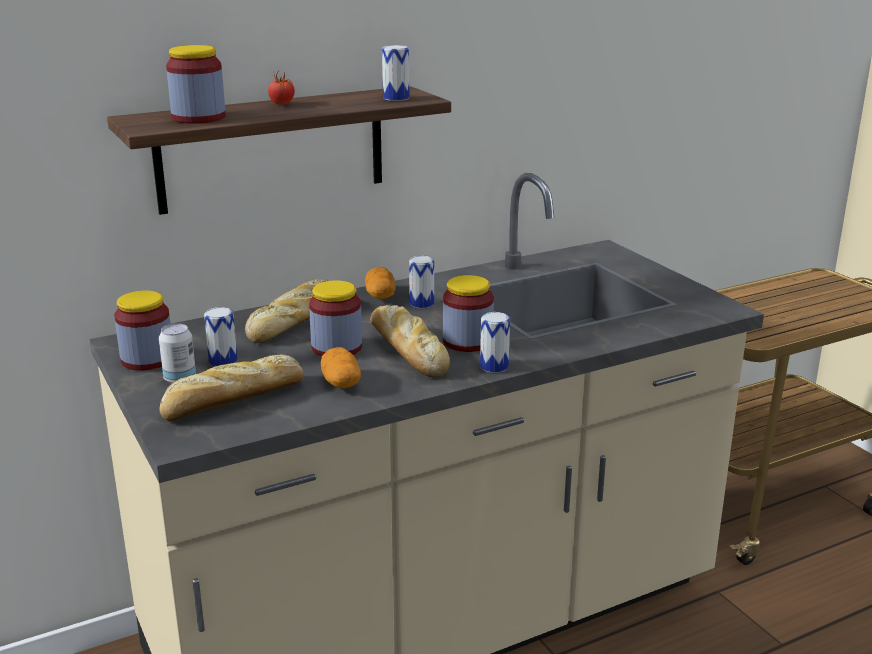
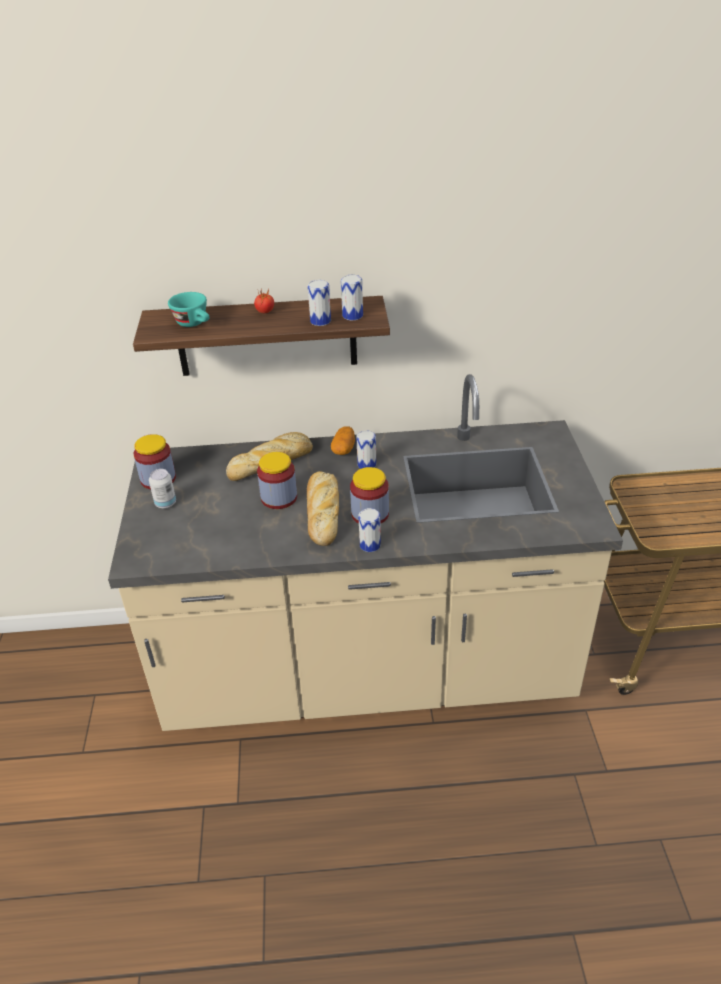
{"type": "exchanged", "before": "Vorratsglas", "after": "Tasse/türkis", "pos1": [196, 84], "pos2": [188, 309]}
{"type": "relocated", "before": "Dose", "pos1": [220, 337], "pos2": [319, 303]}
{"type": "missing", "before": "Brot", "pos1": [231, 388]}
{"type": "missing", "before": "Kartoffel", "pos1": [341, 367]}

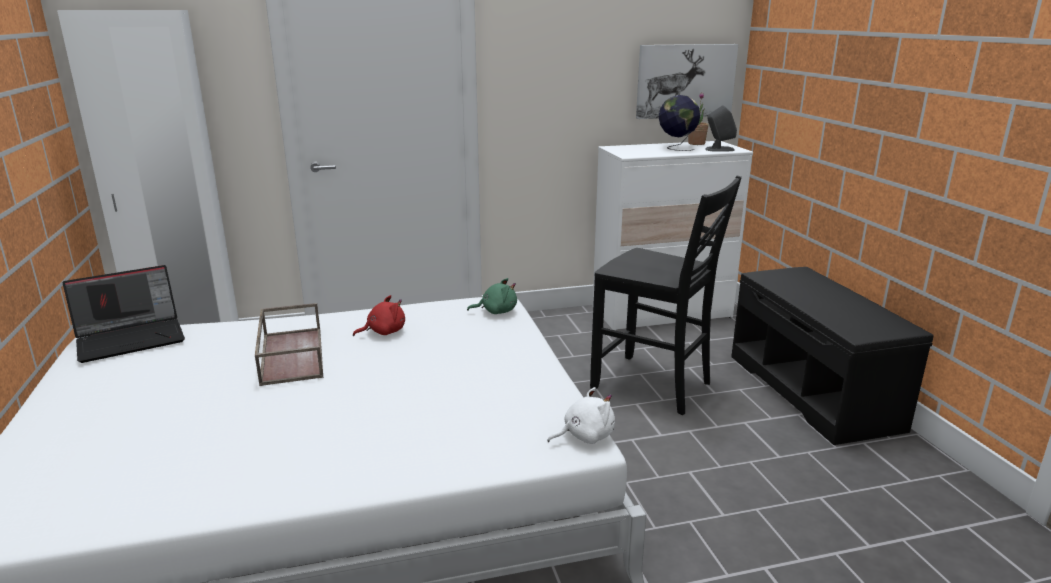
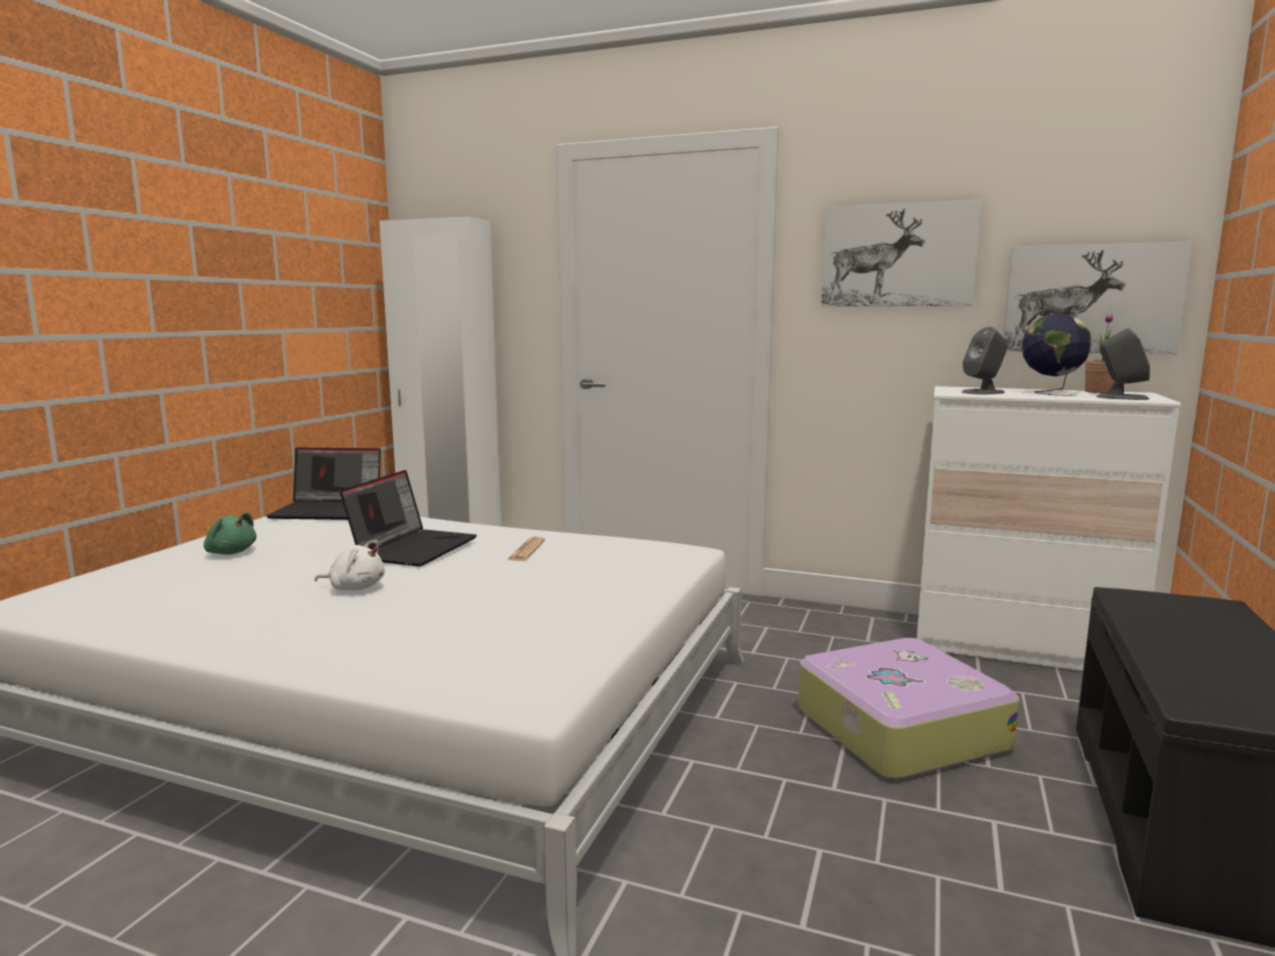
{"type": "relocated", "before": "Plüschtier/grün", "pos1": [492, 296], "pos2": [230, 533]}
{"type": "relocated", "before": "Plüschtier/weiß", "pos1": [581, 415], "pos2": [350, 565]}
{"type": "exchanged", "before": "Tablett/braun", "after": "Laptop", "pos1": [289, 344], "pos2": [408, 518]}
{"type": "exchanged", "before": "Plüschtier/rot", "after": "Zeitung", "pos1": [379, 315], "pos2": [526, 549]}
{"type": "exchanged", "before": "Stuhl/schwarz", "after": "Koffer", "pos1": [666, 295], "pos2": [908, 709]}
{"type": "appeared", "after": "Bild", "pos2": [901, 253]}
{"type": "appeared", "after": "Lautsprecher/grau", "pos2": [985, 361]}

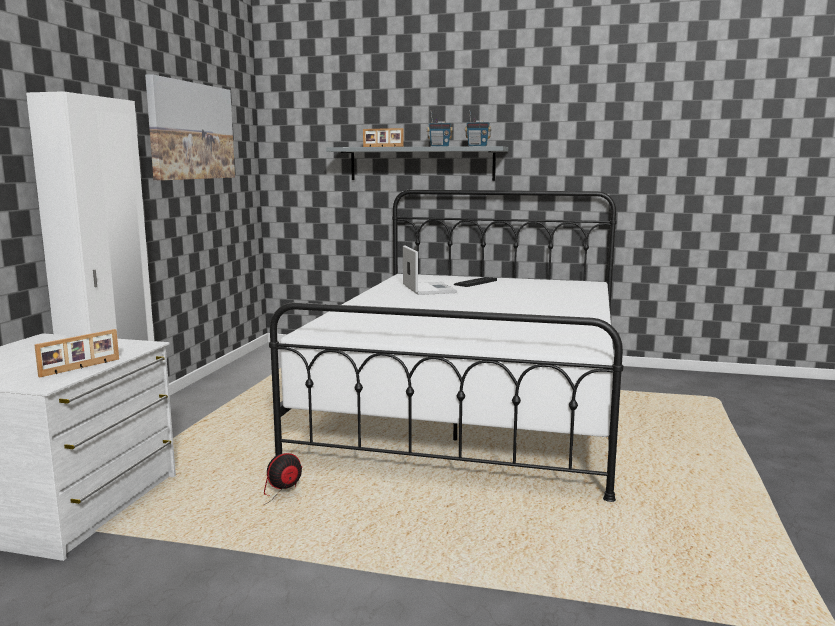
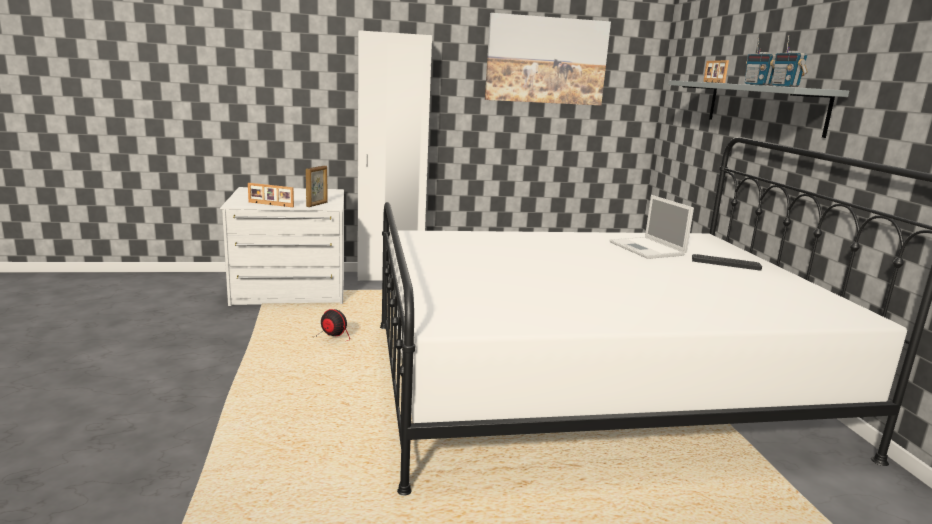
{"type": "appeared", "after": "Bilderrahmen", "pos2": [317, 186]}
{"type": "spun", "before": "Laptop", "pos1": [430, 270], "pos2": [652, 227], "turn": 105}

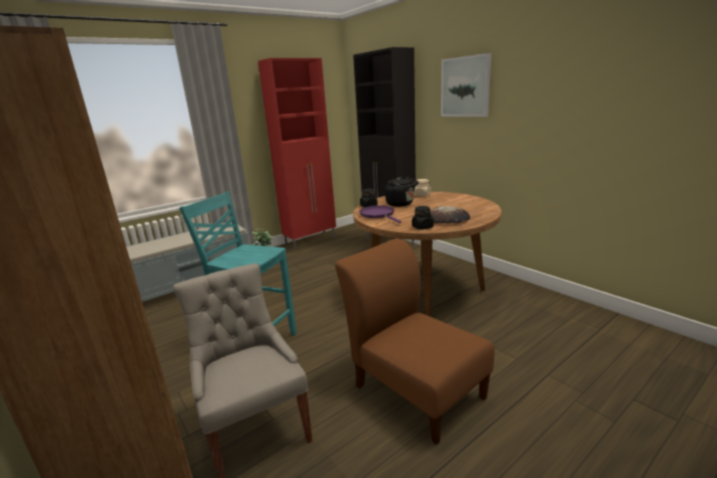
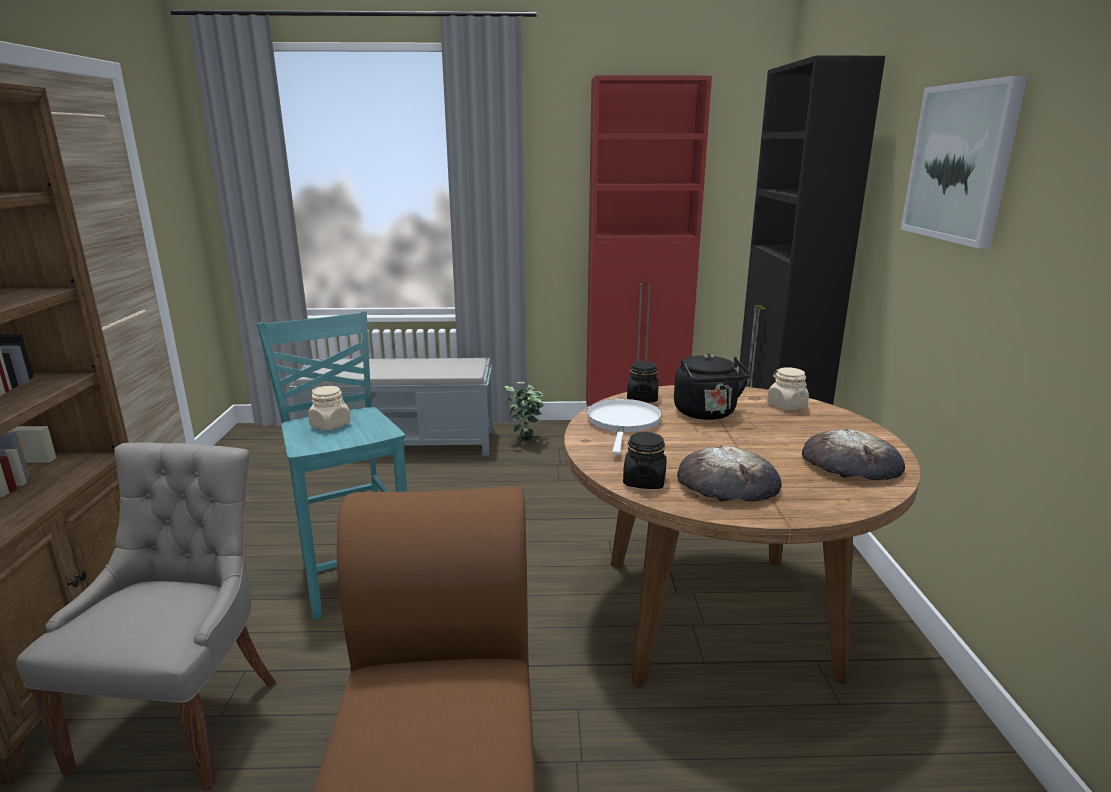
{"type": "appeared", "after": "Vorratsglas/beige", "pos2": [329, 408]}
{"type": "colour", "before": "Pfanne/lila", "after": "Pfanne/weiß", "pos1": [381, 214], "pos2": [624, 427]}
{"type": "appeared", "after": "Brot", "pos2": [853, 454]}

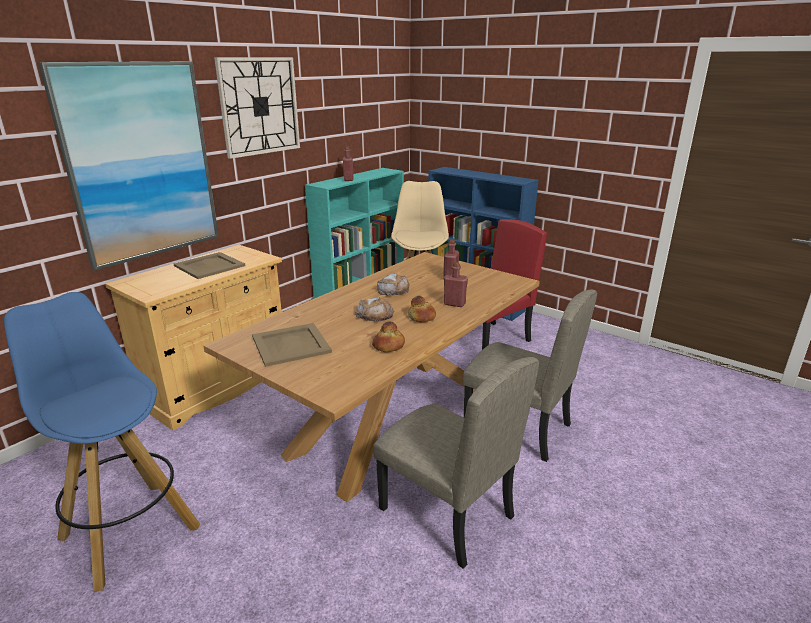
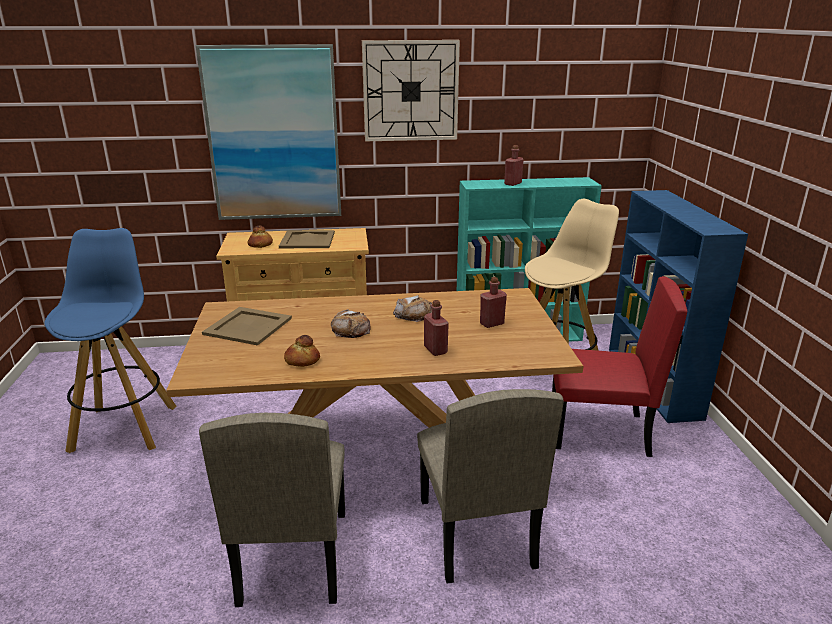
{"type": "relocated", "before": "Brot", "pos1": [422, 309], "pos2": [260, 236]}

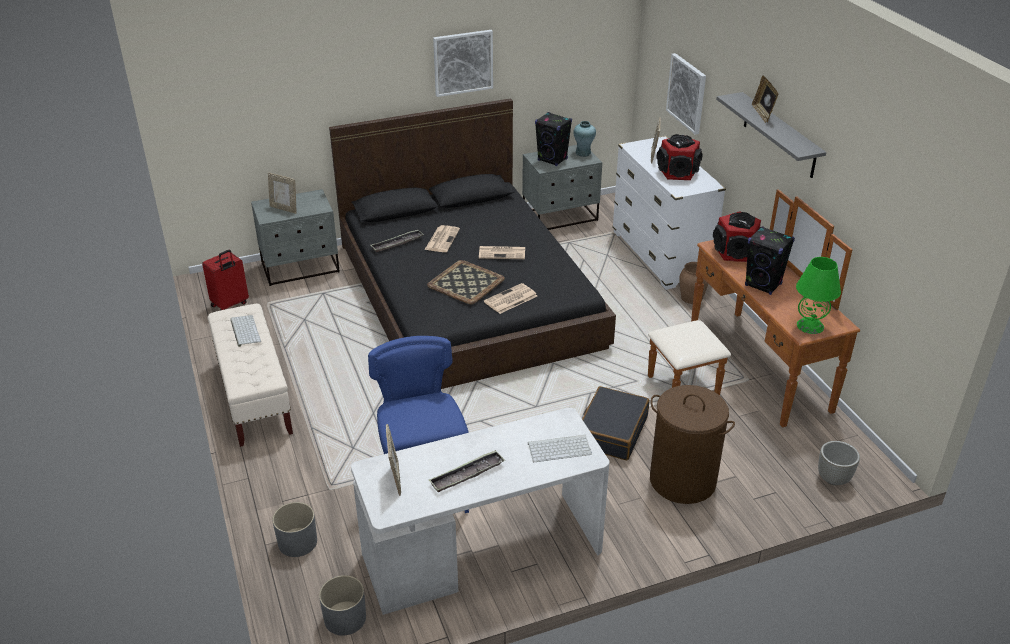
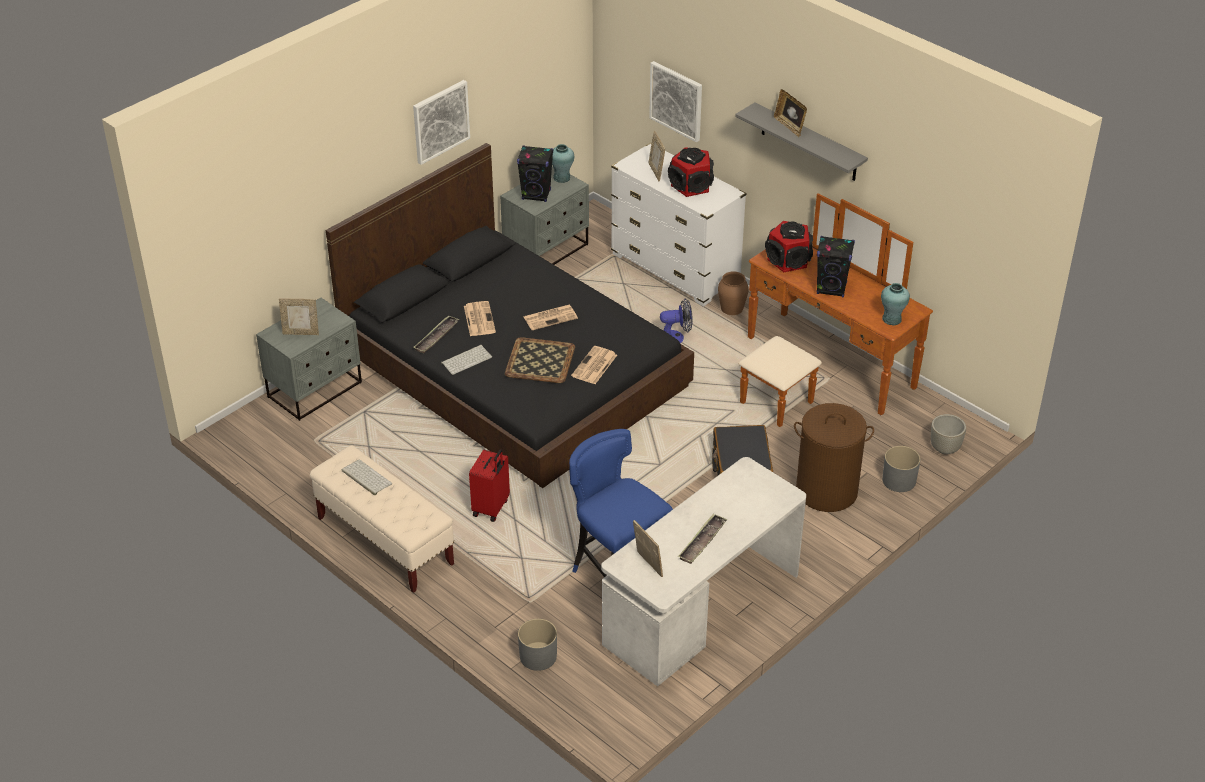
{"type": "relocated", "before": "Tastatur", "pos1": [560, 448], "pos2": [466, 360]}
{"type": "relocated", "before": "Koffer/rot", "pos1": [225, 280], "pos2": [489, 485]}
{"type": "appeared", "after": "Ventilator", "pos2": [676, 320]}
{"type": "exchanged", "before": "Tischlampe/grün", "after": "Vase/türkis", "pos1": [818, 295], "pos2": [895, 304]}
{"type": "relocated", "before": "Pflanzkübel/grau", "pos1": [342, 605], "pos2": [901, 469]}

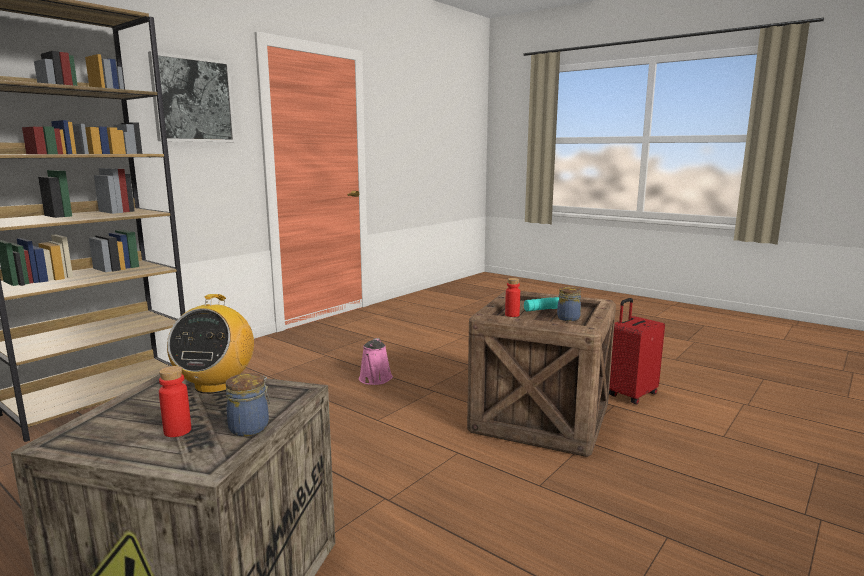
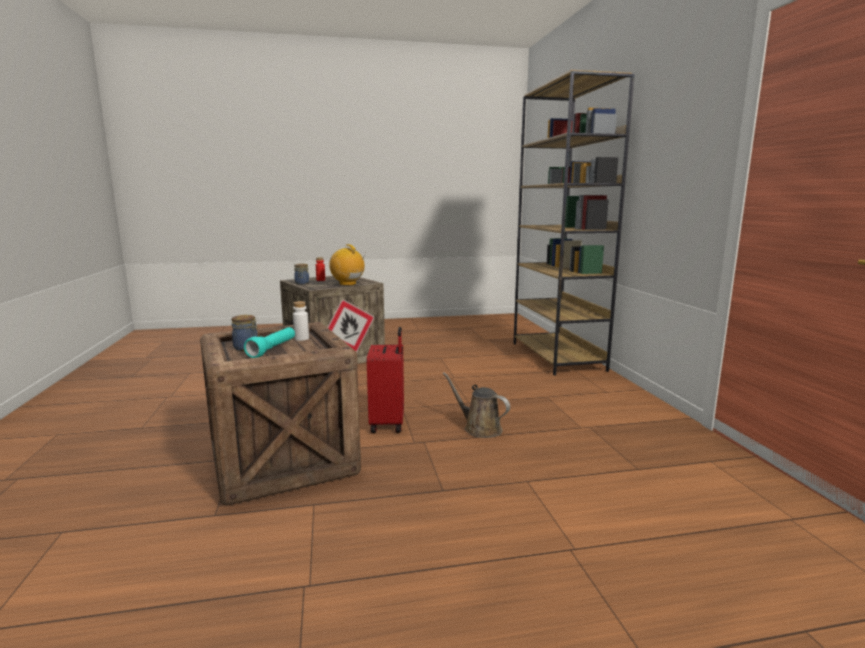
{"type": "colour", "before": "Flasche/rot", "after": "Flasche/weiß", "pos1": [512, 297], "pos2": [301, 321]}
{"type": "relocated", "before": "Koffer/rot", "pos1": [637, 351], "pos2": [385, 380]}
{"type": "colour", "before": "Gießkanne/rosa", "after": "Gießkanne/braun", "pos1": [376, 361], "pos2": [476, 405]}
{"type": "missing", "before": "Bild", "pos1": [192, 96]}

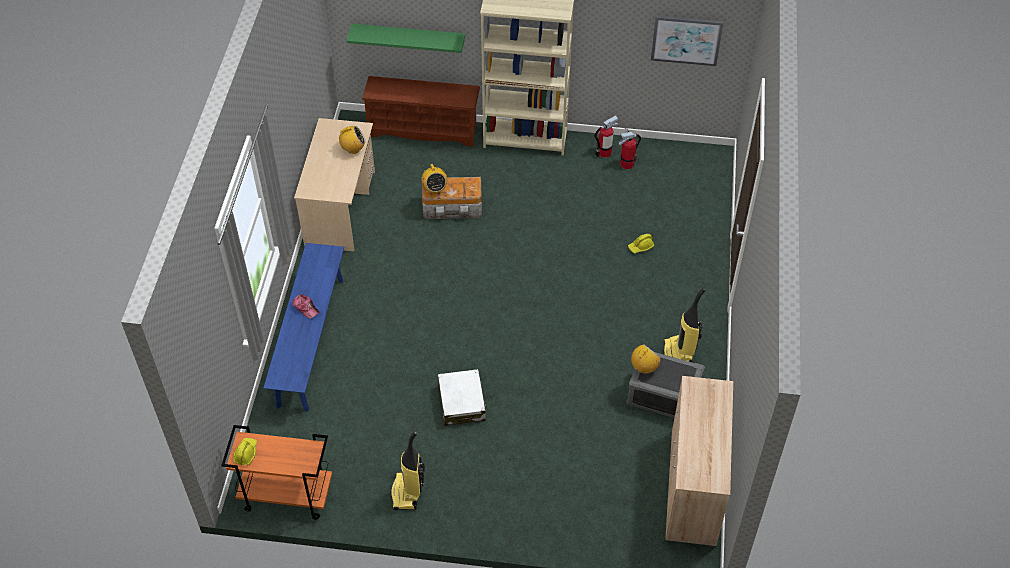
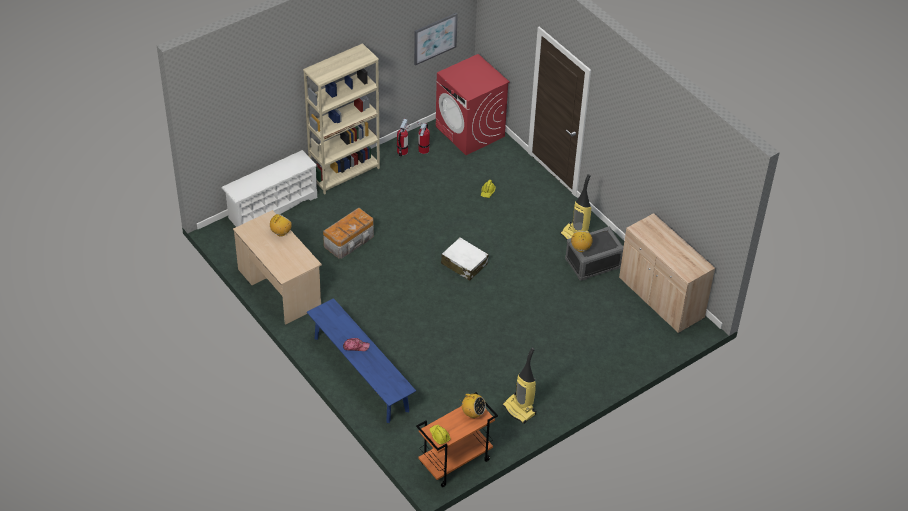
{"type": "colour", "before": "Schuhregal/braun", "after": "Schuhregal/weiß", "pos1": [421, 111], "pos2": [269, 188]}
{"type": "appeared", "after": "Waschmaschine/rot", "pos2": [473, 104]}
{"type": "relocated", "before": "Koffer/weiß", "pos1": [462, 397], "pos2": [465, 259]}
{"type": "relocated", "before": "Radio", "pos1": [434, 179], "pos2": [473, 406]}
{"type": "missing", "before": "Wandregal/grün", "pos1": [405, 38]}

